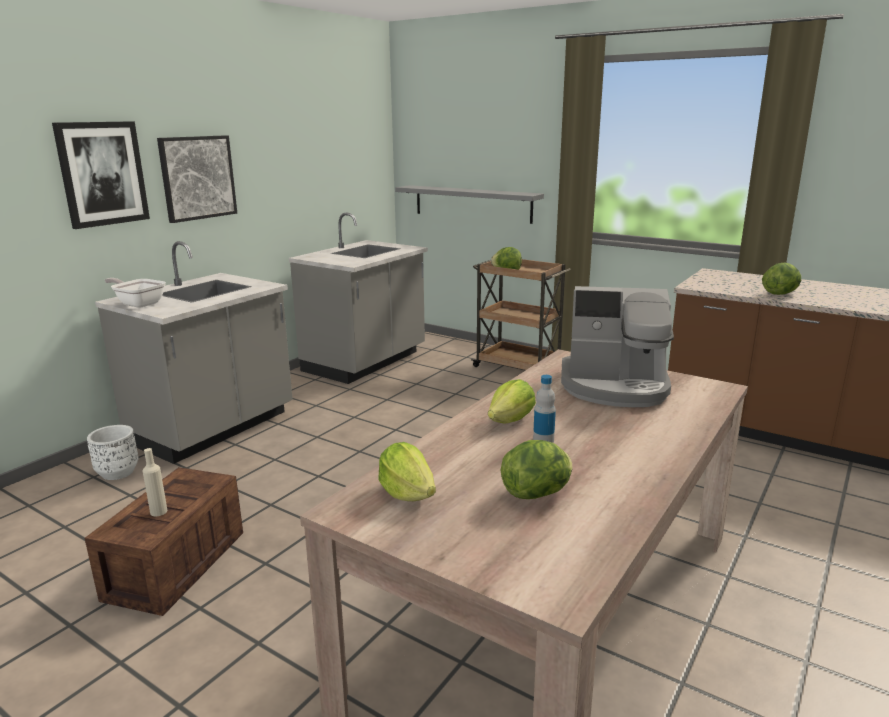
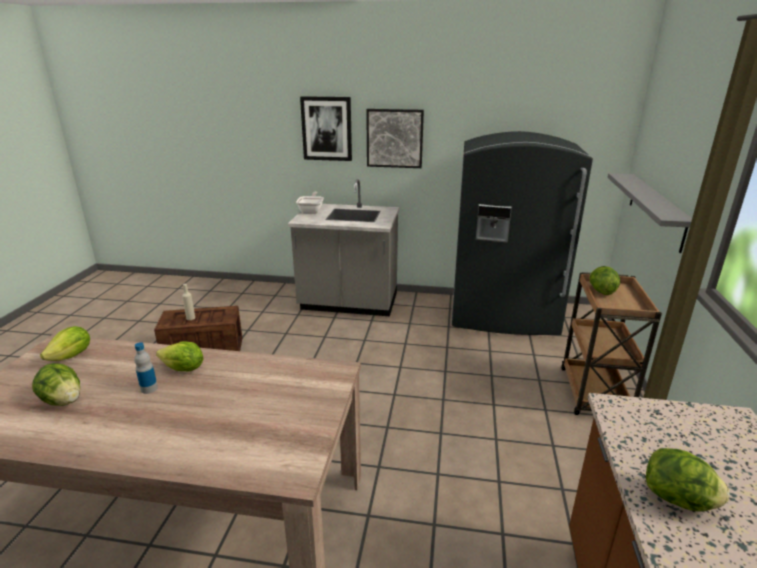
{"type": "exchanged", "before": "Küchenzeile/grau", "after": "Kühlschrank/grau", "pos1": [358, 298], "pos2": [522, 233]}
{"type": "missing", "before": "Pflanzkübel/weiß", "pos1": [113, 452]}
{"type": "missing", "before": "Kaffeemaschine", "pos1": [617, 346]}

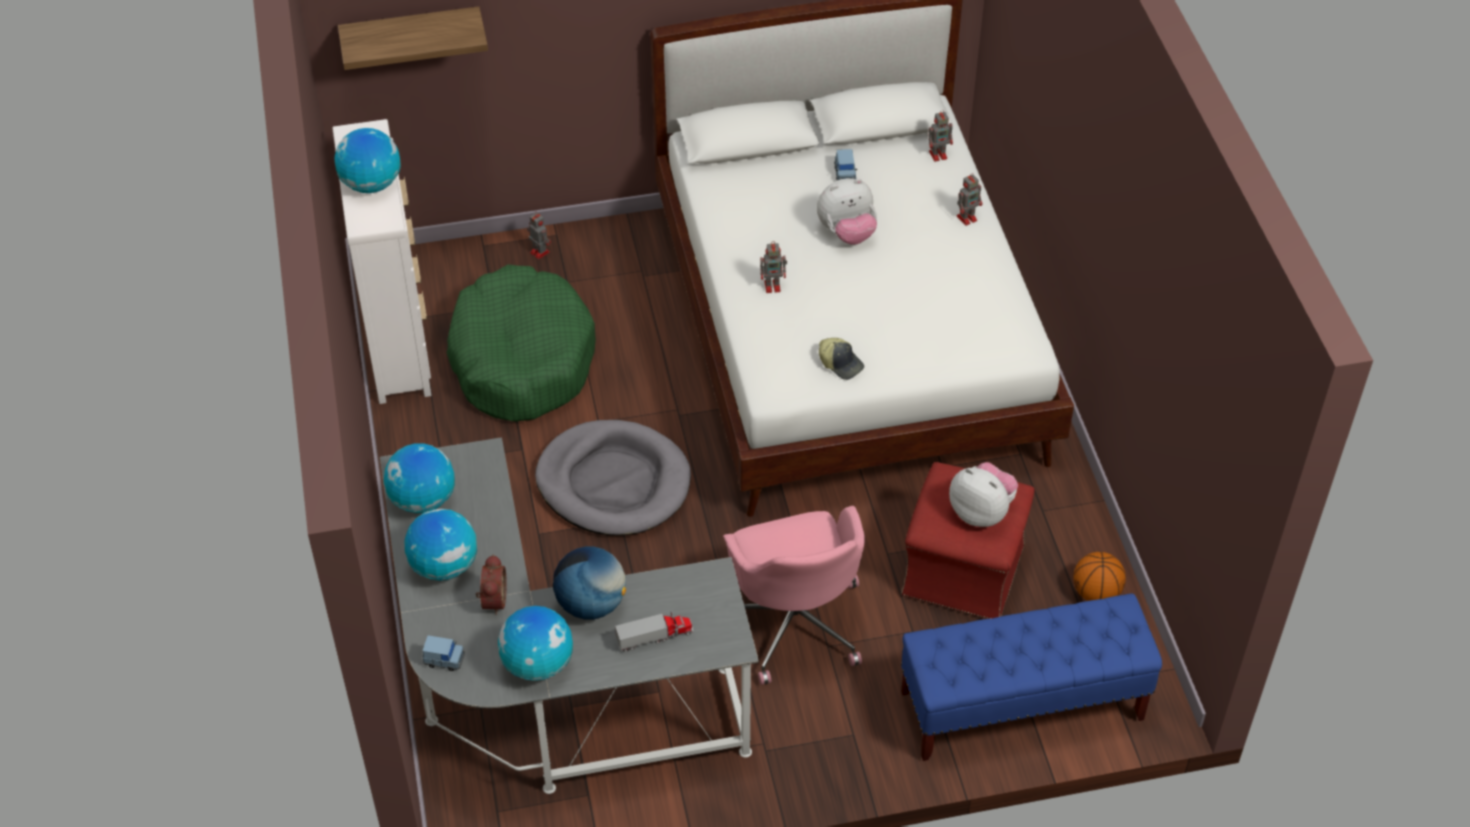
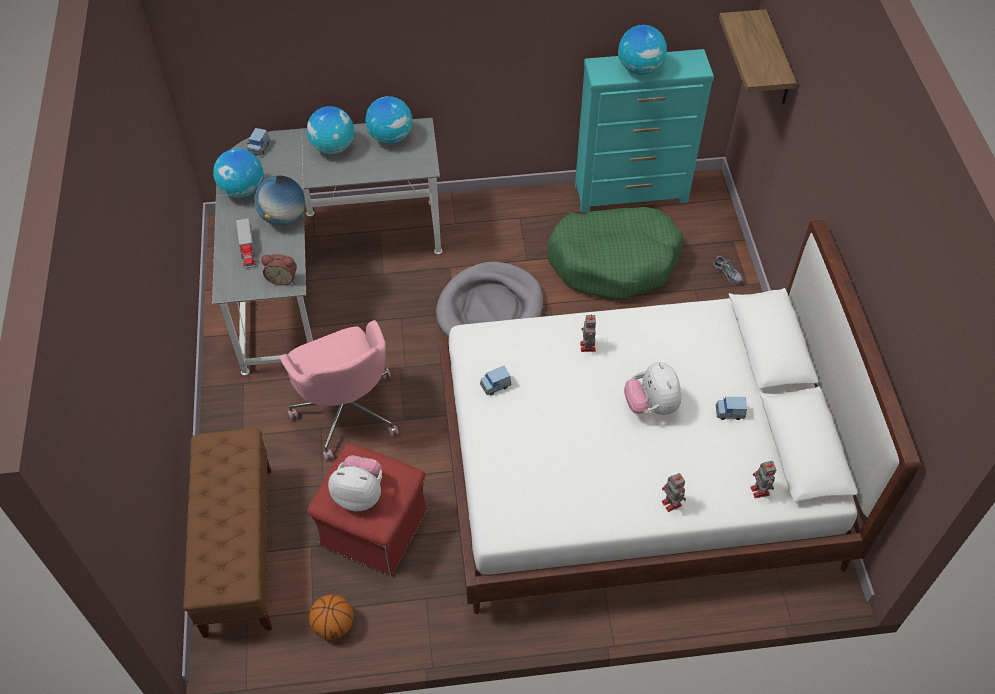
{"type": "colour", "before": "Bank/blau", "after": "Bank/braun", "pos1": [1031, 677], "pos2": [227, 533]}
{"type": "relocated", "before": "Wecker", "pos1": [491, 584], "pos2": [279, 269]}
{"type": "spun", "before": "Bürostuhl/rosa", "pos1": [794, 595], "pos2": [339, 390], "turn": -105}
{"type": "spun", "before": "Plüschtier", "pos1": [983, 494], "pos2": [355, 483], "turn": -120}
{"type": "exchanged", "before": "Kappe", "after": "Spielzeugauto/blau", "pos1": [841, 359], "pos2": [495, 380]}
{"type": "colour", "before": "Kommode/weiß", "after": "Kommode/türkis", "pos1": [381, 261], "pos2": [644, 130]}
{"type": "exchanged", "before": "Spielzeugroboter", "after": "Schuh", "pos1": [539, 235], "pos2": [728, 270]}

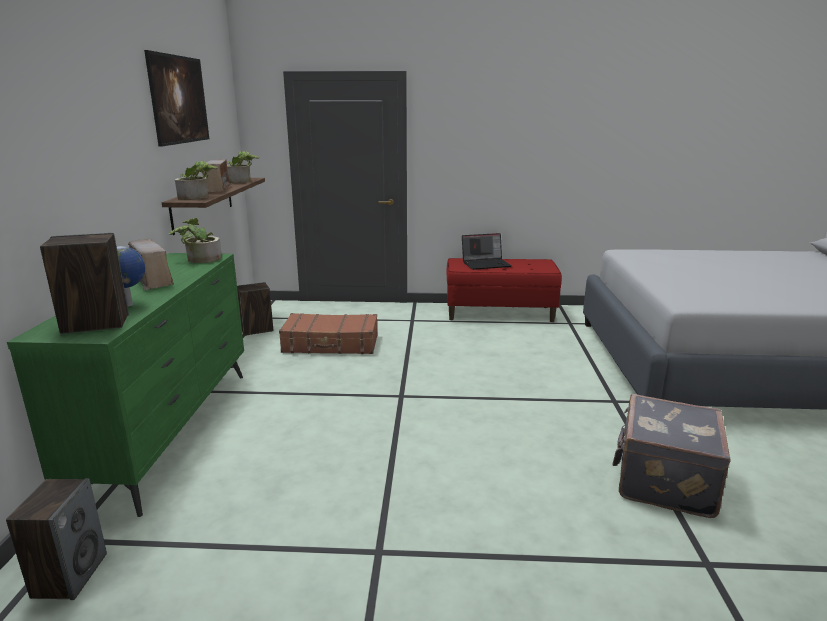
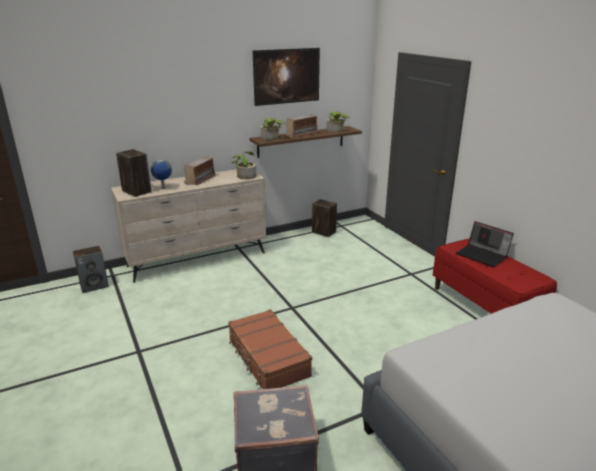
{"type": "colour", "before": "Kommode/grün", "after": "Kommode/beige", "pos1": [125, 385], "pos2": [188, 226]}
{"type": "relocated", "before": "Koffer/braun", "pos1": [328, 333], "pos2": [270, 349]}

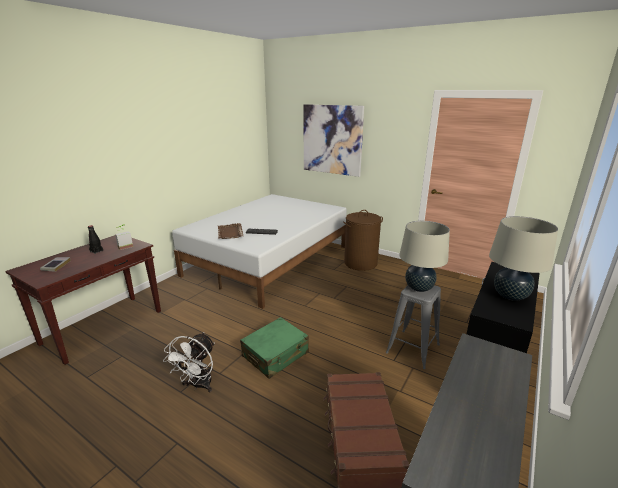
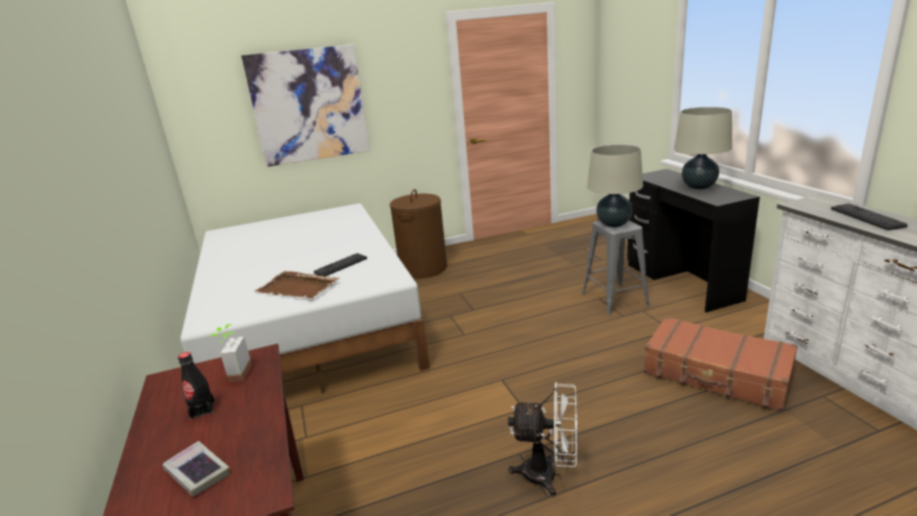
{"type": "spun", "before": "Ventilator/weiß", "pos1": [189, 362], "pos2": [542, 439], "turn": -45}
{"type": "appeared", "after": "Tastatur", "pos2": [869, 216]}
{"type": "missing", "before": "Koffer/grün", "pos1": [274, 348]}

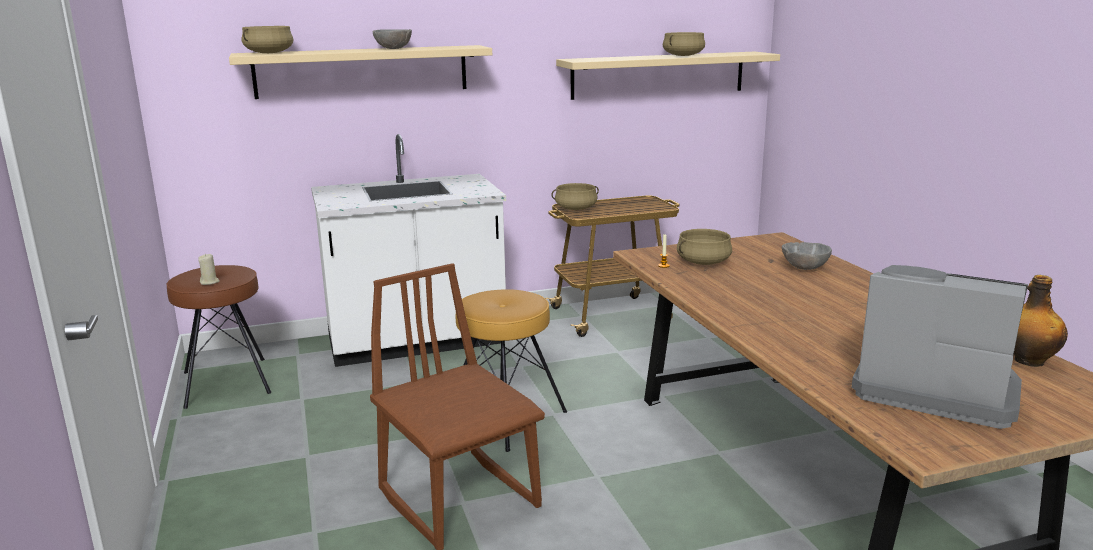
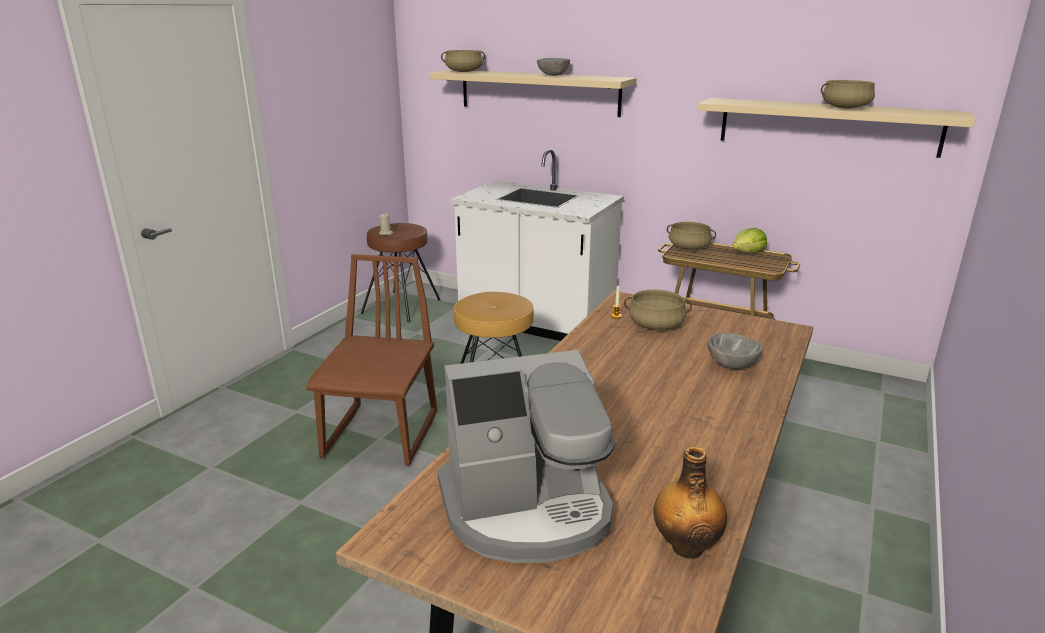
{"type": "spun", "before": "Kaffeemaschine", "pos1": [940, 347], "pos2": [526, 456], "turn": 90}
{"type": "appeared", "after": "Salatkopf", "pos2": [749, 240]}

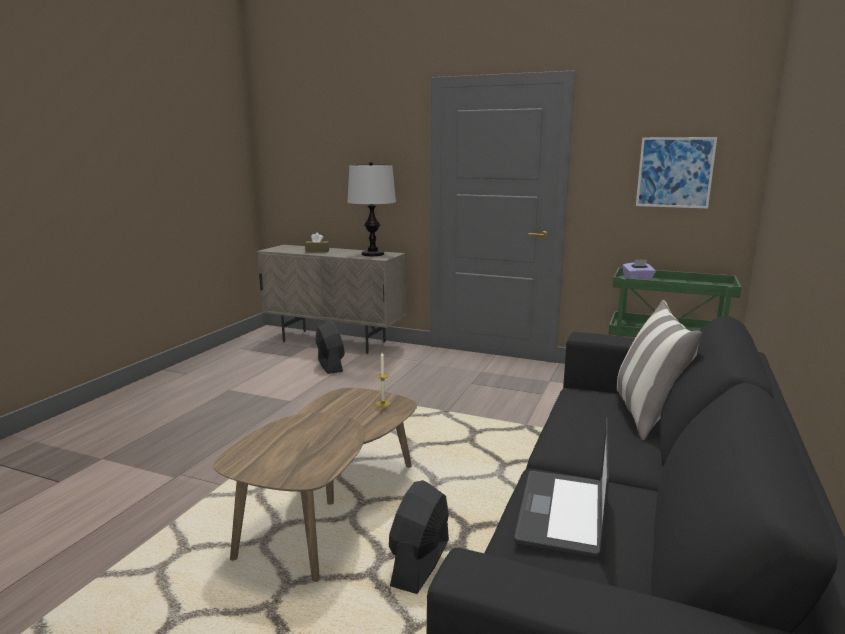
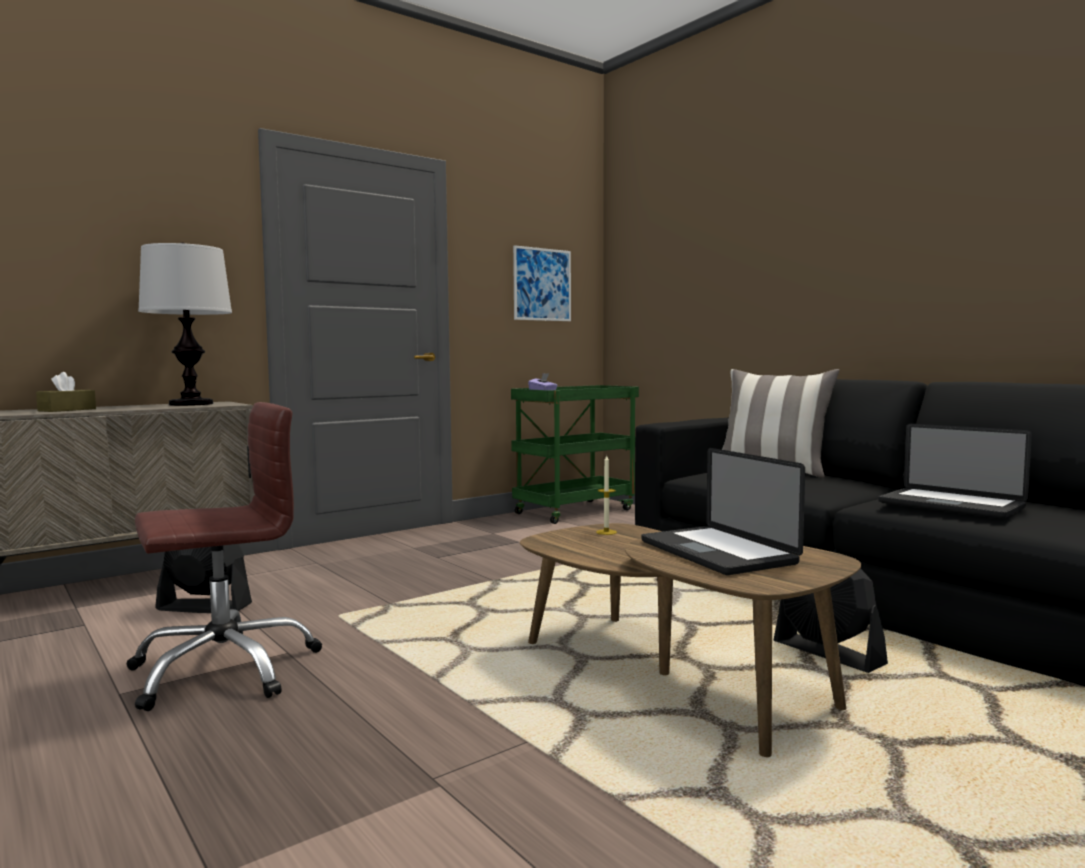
{"type": "appeared", "after": "Bürostuhl/braun", "pos2": [224, 556]}
{"type": "appeared", "after": "Laptop", "pos2": [723, 511]}

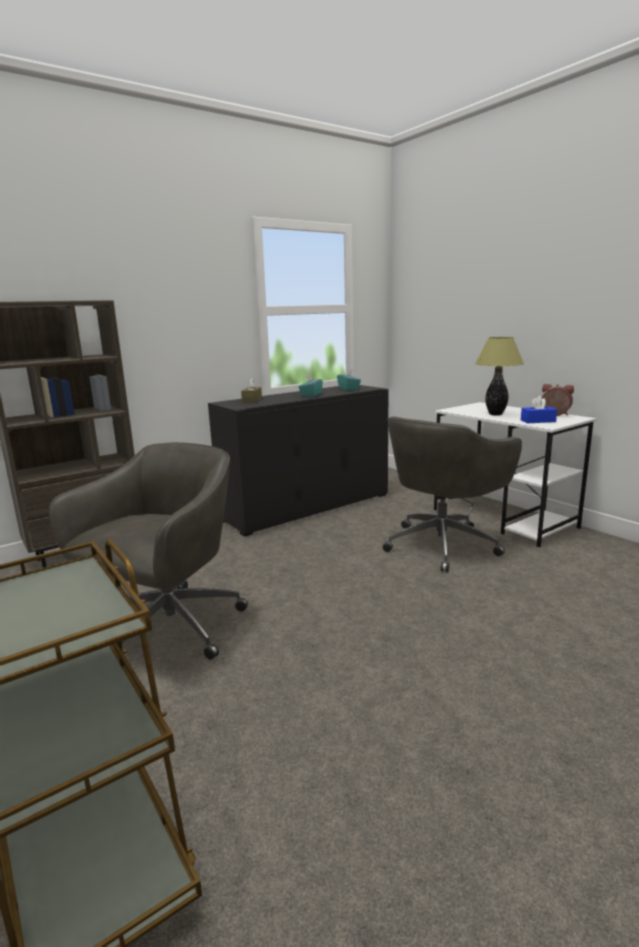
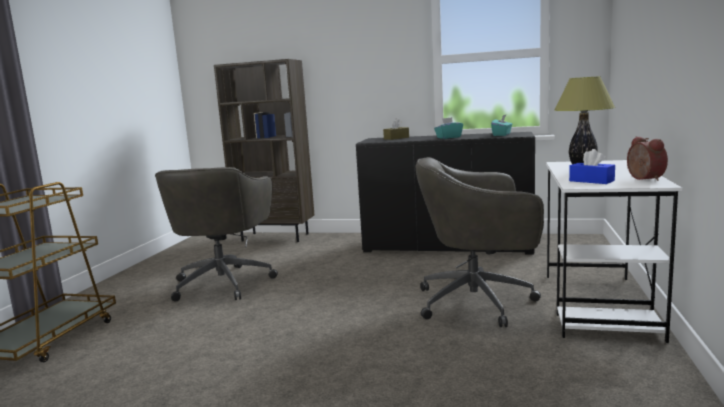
{"type": "spun", "before": "Bürostuhl/grau", "pos1": [148, 551], "pos2": [216, 234], "turn": 105}

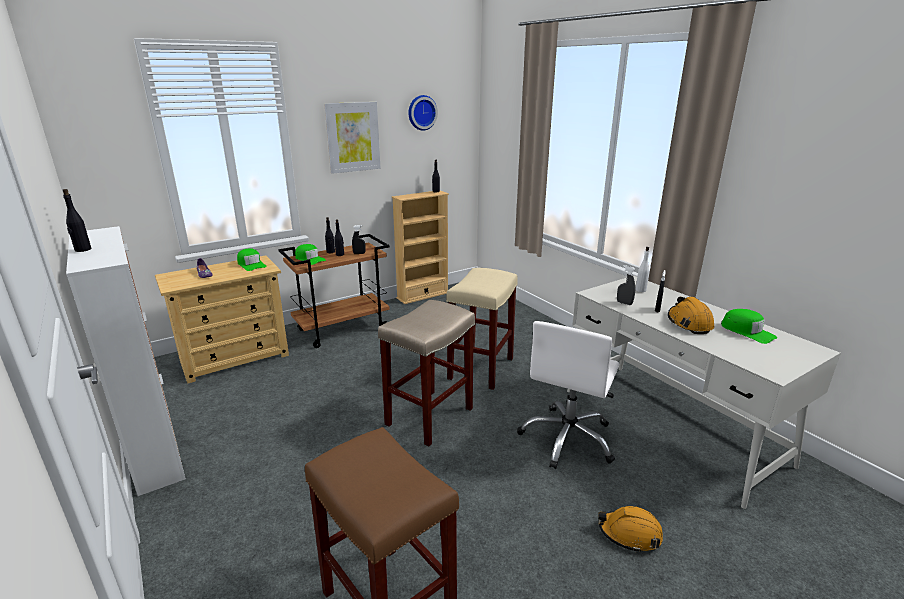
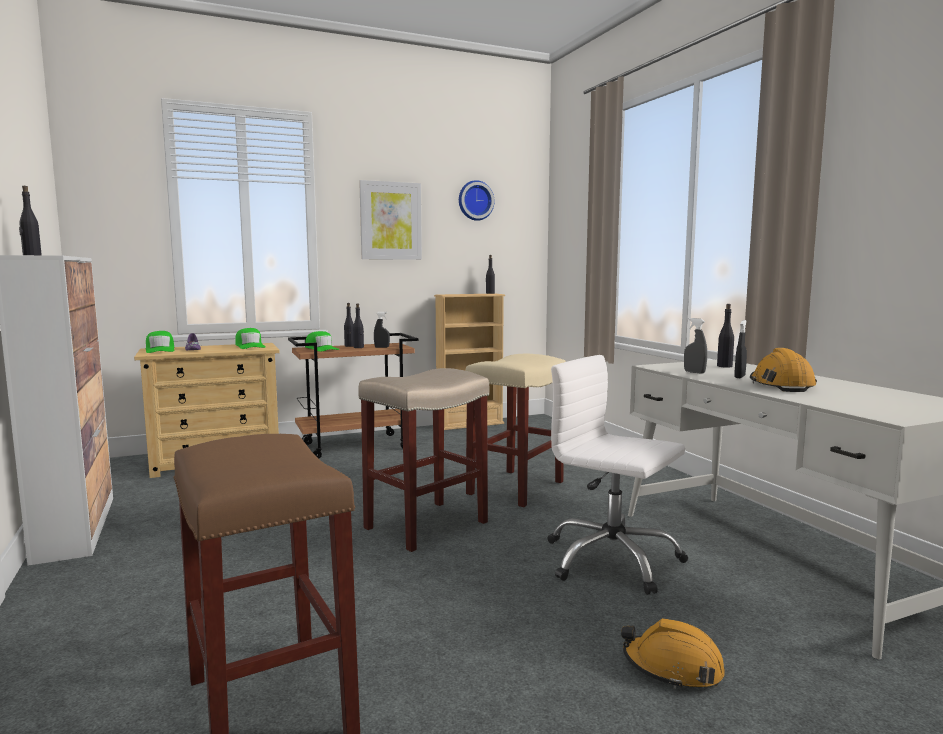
{"type": "relocated", "before": "Kappe/grün", "pos1": [749, 326], "pos2": [160, 342]}
{"type": "spun", "before": "Bürostuhl/weiß", "pos1": [568, 395], "pos2": [617, 475], "turn": 90}
{"type": "colour", "before": "Flasche/weiß", "after": "Flasche/schwarz", "pos1": [642, 269], "pos2": [725, 336]}

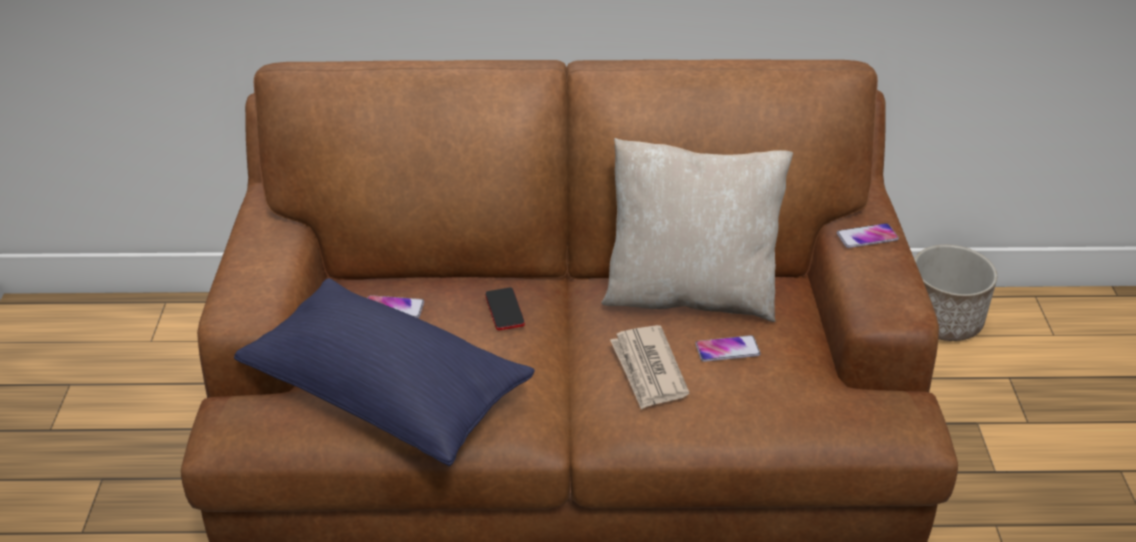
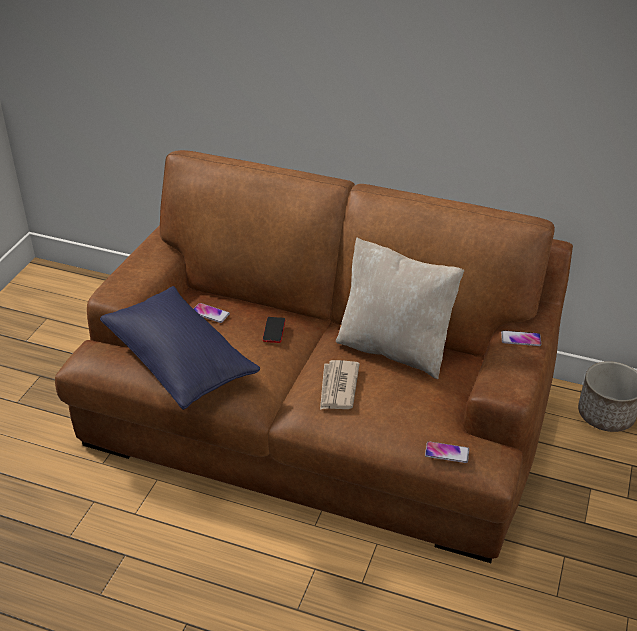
{"type": "relocated", "before": "Handy", "pos1": [728, 348], "pos2": [447, 452]}

